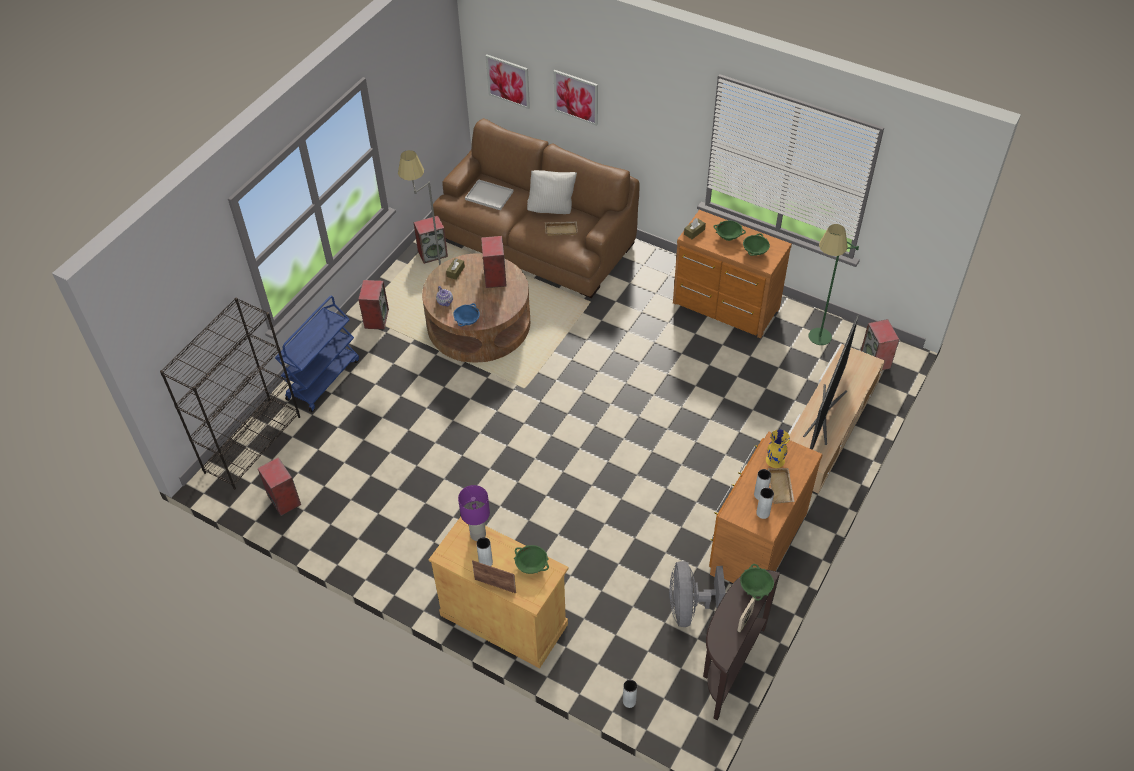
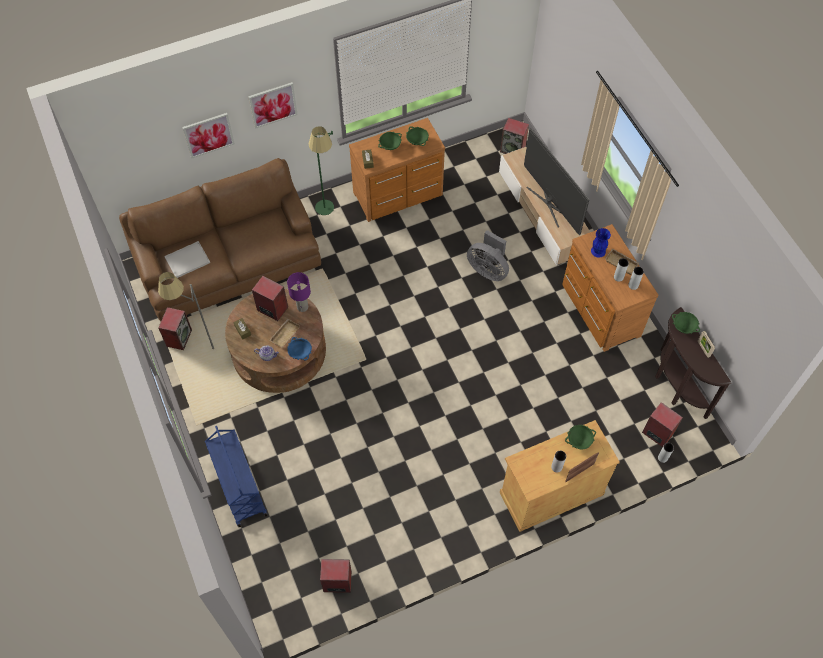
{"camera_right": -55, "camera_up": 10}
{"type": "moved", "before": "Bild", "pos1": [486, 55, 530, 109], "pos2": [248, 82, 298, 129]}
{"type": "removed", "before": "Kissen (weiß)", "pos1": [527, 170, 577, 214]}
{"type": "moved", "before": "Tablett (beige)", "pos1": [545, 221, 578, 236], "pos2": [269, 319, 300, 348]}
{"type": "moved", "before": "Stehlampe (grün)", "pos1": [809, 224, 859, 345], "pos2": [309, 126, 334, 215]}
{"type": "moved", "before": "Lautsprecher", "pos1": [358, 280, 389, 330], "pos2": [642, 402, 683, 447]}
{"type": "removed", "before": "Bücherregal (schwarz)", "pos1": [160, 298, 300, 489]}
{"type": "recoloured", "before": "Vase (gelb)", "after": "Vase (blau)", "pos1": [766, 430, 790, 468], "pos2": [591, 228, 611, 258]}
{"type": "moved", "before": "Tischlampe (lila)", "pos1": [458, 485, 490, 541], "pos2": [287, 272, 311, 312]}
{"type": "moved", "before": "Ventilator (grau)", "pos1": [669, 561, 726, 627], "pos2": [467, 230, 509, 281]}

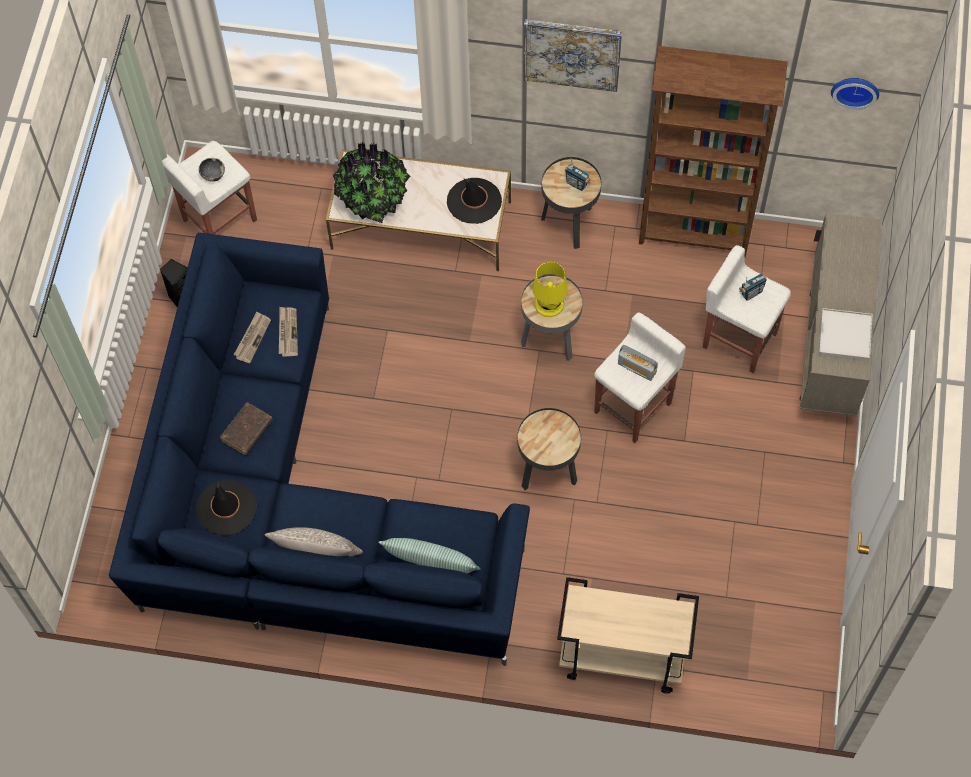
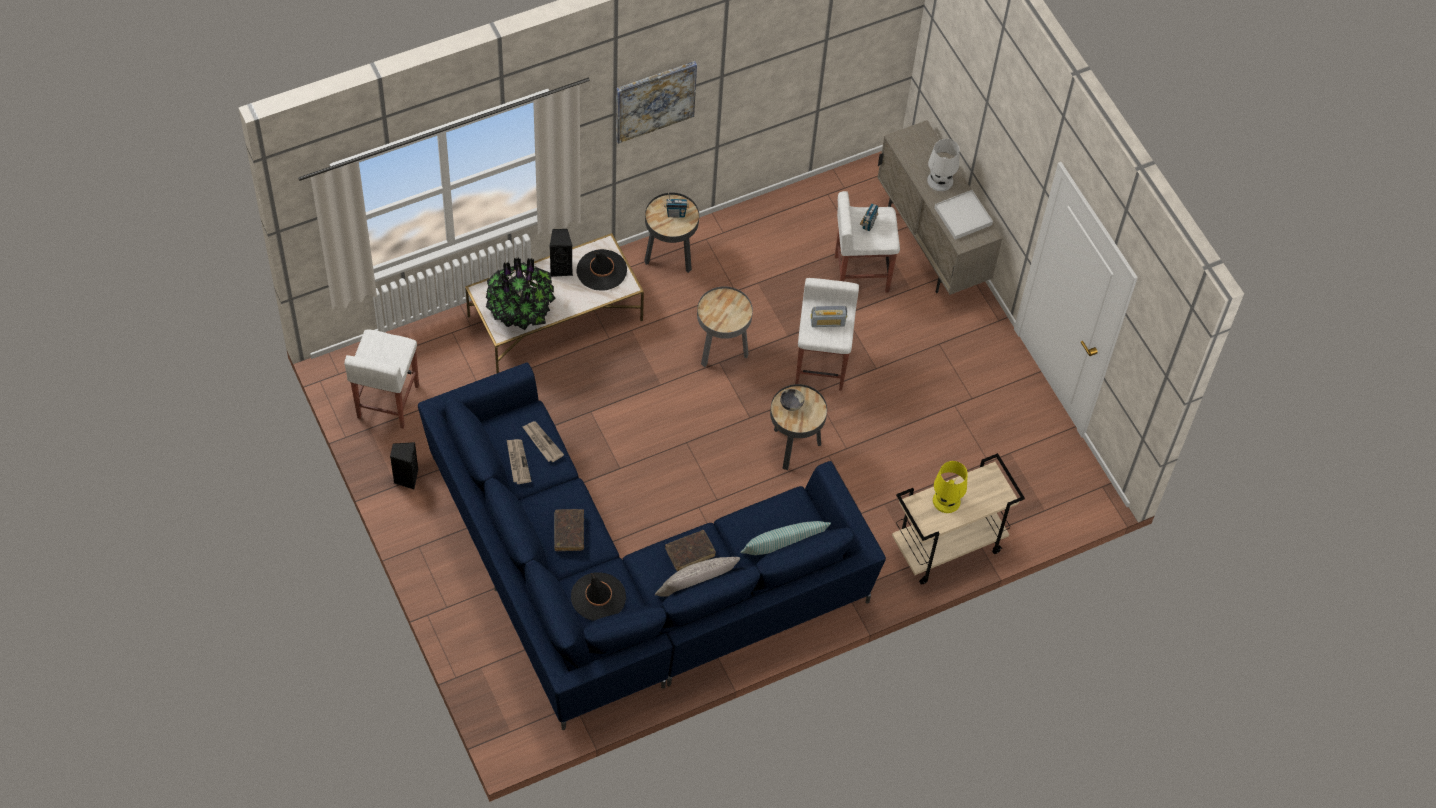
{"camera_right": -40, "camera_up": -5}
{"type": "removed", "before": "Bücherregal (braun)", "pos1": [639, 46, 788, 258]}
{"type": "removed", "before": "Wanduhr", "pos1": [831, 78, 879, 110]}
{"type": "moved", "before": "Schüssel", "pos1": [199, 158, 225, 182], "pos2": [780, 389, 804, 411]}
{"type": "moved", "before": "Tischlampe (gelb)", "pos1": [532, 262, 568, 317], "pos2": [933, 461, 967, 513]}
{"type": "added", "after": "Tischlampe (weiß)", "pos2": [927, 139, 960, 191]}
{"type": "added", "after": "Lautsprecher (schwarz)", "pos2": [549, 229, 573, 277]}
{"type": "added", "after": "Buch (braun)", "pos2": [665, 530, 716, 571]}

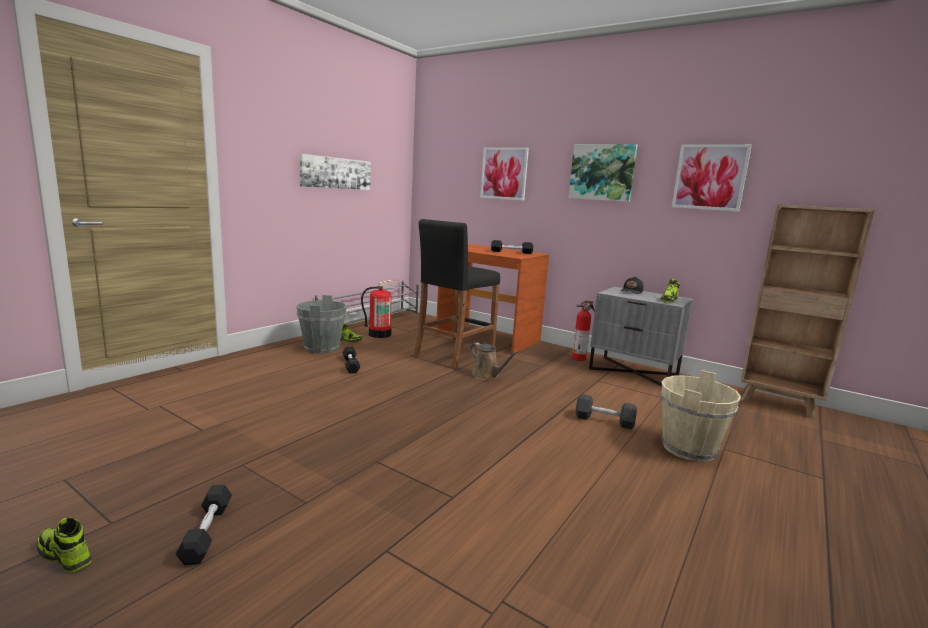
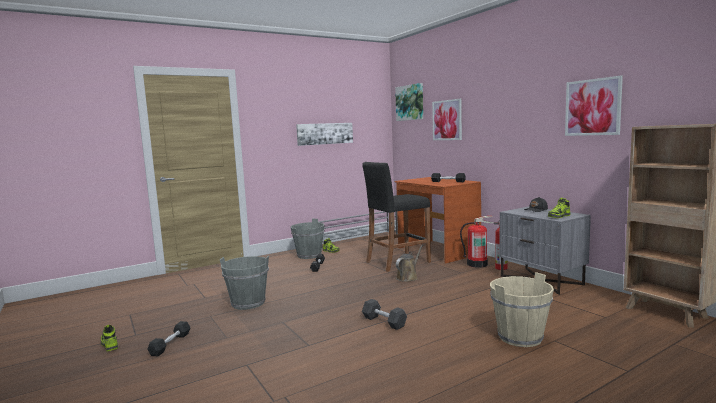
{"camera_right": 25, "camera_up": -5}
{"type": "moved", "before": "Bild", "pos1": [568, 144, 638, 202], "pos2": [395, 83, 423, 121]}
{"type": "moved", "before": "Feuerlöscher", "pos1": [361, 280, 400, 338], "pos2": [460, 216, 494, 268]}
{"type": "turned", "before": "Gießkanne (braun)", "pos1": [470, 343, 519, 380], "pos2": [396, 245, 423, 282], "turn": -120}
{"type": "moved", "before": "Hantel (schwarz)", "pos1": [576, 394, 637, 429], "pos2": [362, 299, 407, 330]}
{"type": "added", "after": "Eimer (grau)", "pos2": [220, 256, 269, 310]}

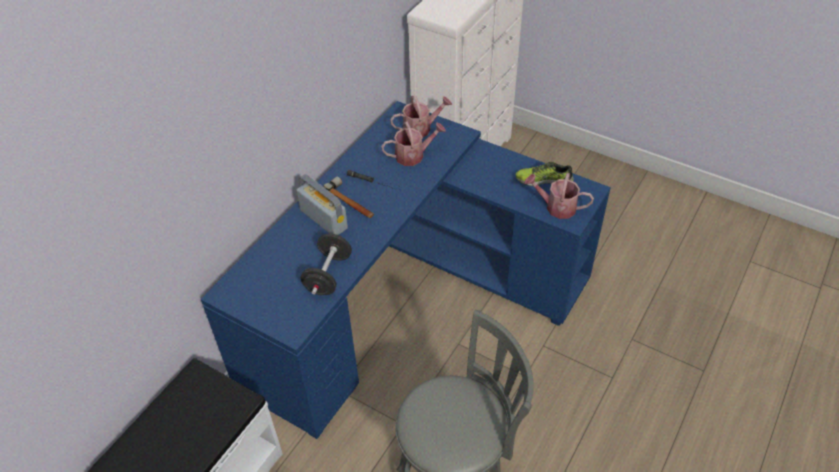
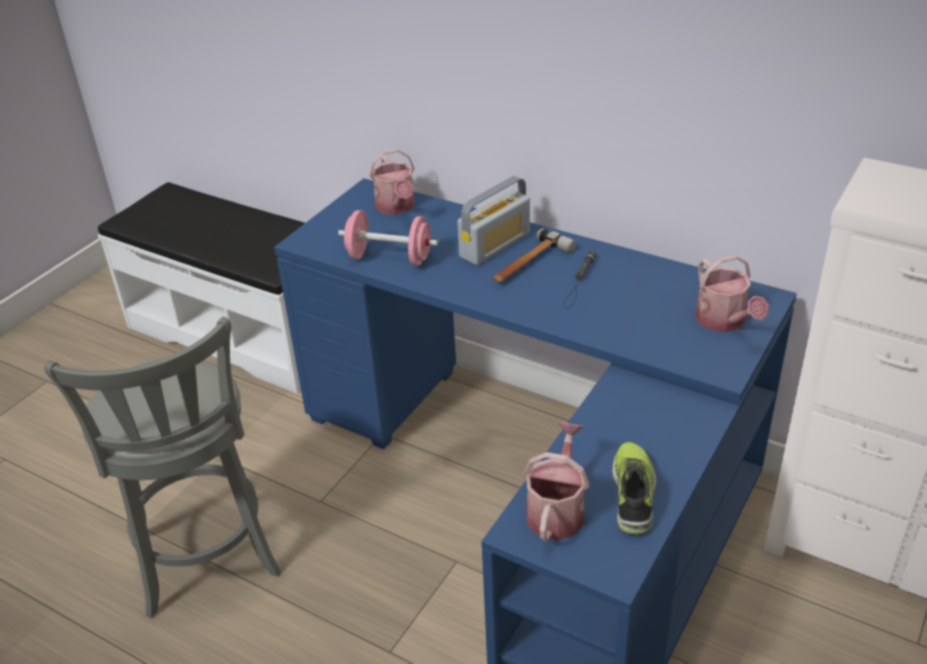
{"camera_right": 90, "camera_up": -10}
{"type": "moved", "before": "Gießkanne", "pos1": [381, 122, 446, 166], "pos2": [369, 149, 415, 215]}
{"type": "recoloured", "before": "Hantel (schwarz)", "after": "Hantel (rosa)", "pos1": [301, 234, 352, 295], "pos2": [338, 210, 438, 266]}

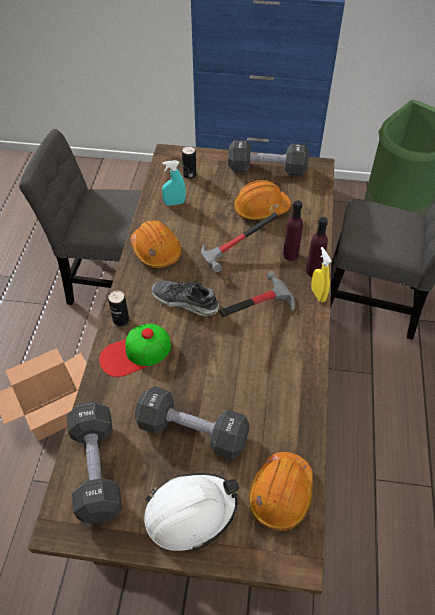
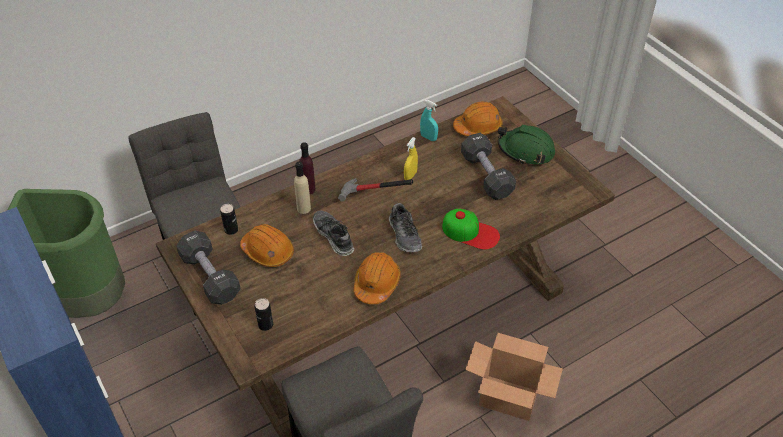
{"camera_right": -130, "camera_up": -5}
{"type": "moved", "before": "Sprühflasche (türkis)", "pos1": [162, 160, 186, 206], "pos2": [420, 100, 438, 141]}
{"type": "recoloured", "before": "Flasche (lila)", "after": "Flasche (beige)", "pos1": [283, 200, 303, 261], "pos2": [294, 161, 311, 214]}
{"type": "replaced", "before": "Hammer", "after": "Schuh", "pos1": [201, 212, 279, 272], "pos2": [313, 210, 354, 256]}
{"type": "moved", "before": "Sprühflasche (gelb)", "pos1": [311, 247, 332, 302], "pos2": [404, 137, 418, 180]}
{"type": "moved", "before": "Dose", "pos1": [108, 291, 129, 326], "pos2": [220, 204, 238, 235]}
{"type": "removed", "before": "Hantel (schwarz)", "pos1": [67, 402, 122, 524]}
{"type": "recoloured", "before": "Schutzhelm (weiß)", "after": "Schutzhelm (grün)", "pos1": [144, 473, 239, 551], "pos2": [498, 125, 555, 164]}

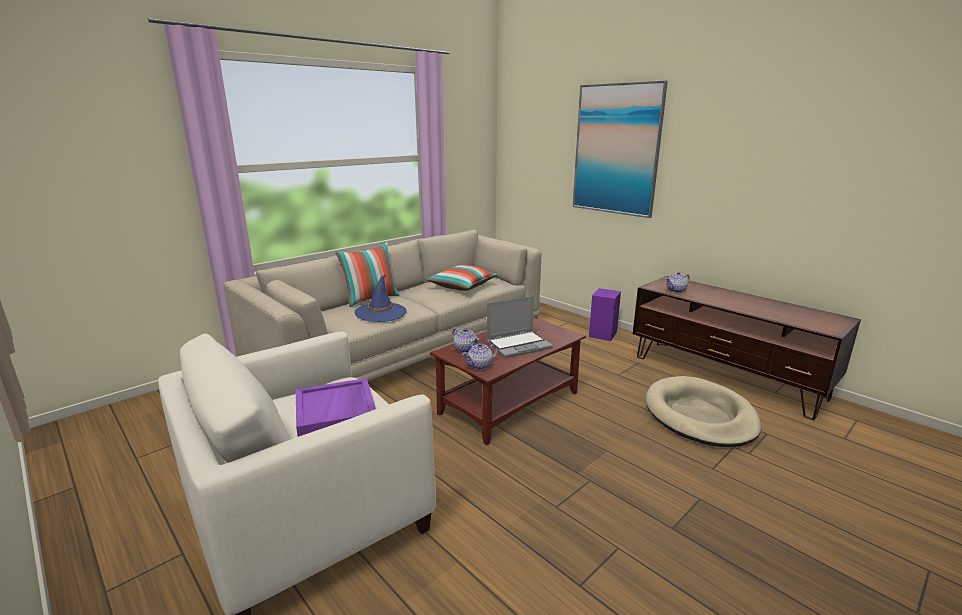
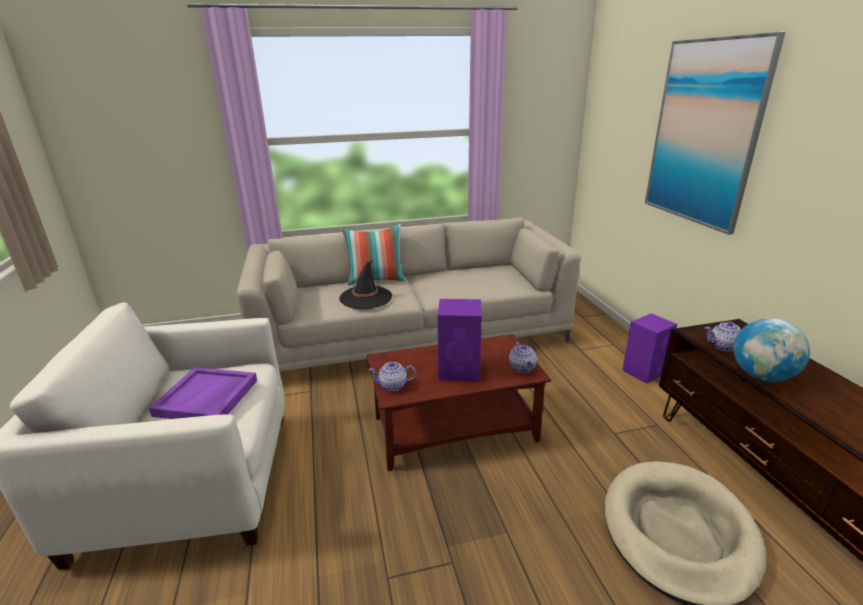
{"camera_right": 30, "camera_up": 5}
{"type": "removed", "before": "Kissen", "pos1": [425, 265, 497, 291]}
{"type": "recoloured", "before": "Hut (blau)", "after": "Hut (schwarz)", "pos1": [354, 274, 407, 322], "pos2": [339, 260, 392, 309]}
{"type": "replaced", "before": "Laptop", "after": "Lautsprecher (lila)", "pos1": [487, 296, 553, 358], "pos2": [438, 299, 482, 382]}
{"type": "moved", "before": "Teekanne", "pos1": [452, 328, 479, 353], "pos2": [509, 341, 537, 373]}
{"type": "added", "after": "Globus", "pos2": [734, 318, 810, 382]}

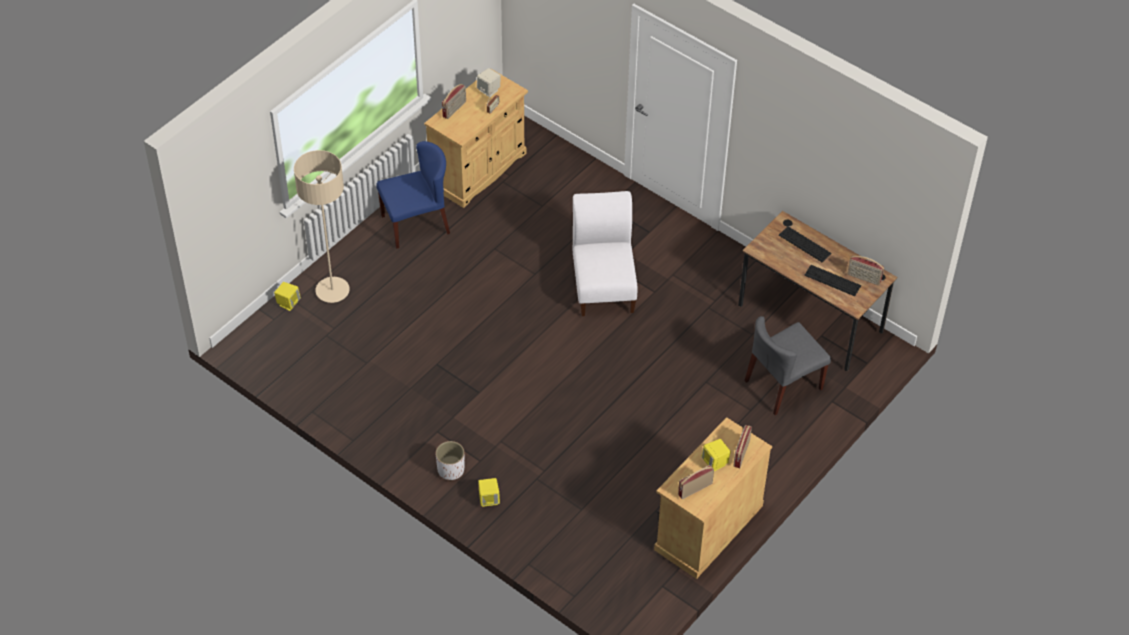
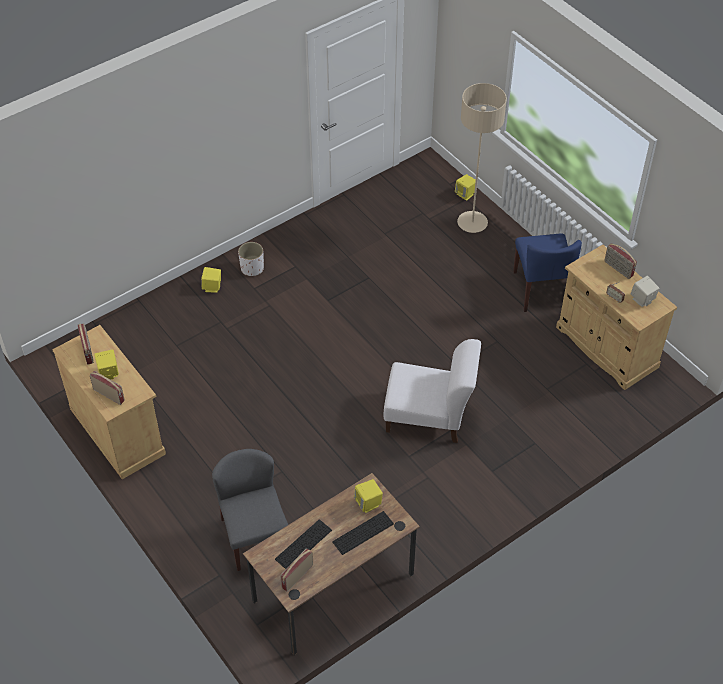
{"camera_right": 105, "camera_up": 0}
{"type": "added", "after": "Lautsprecher (gelb)", "pos2": [354, 479, 383, 513]}

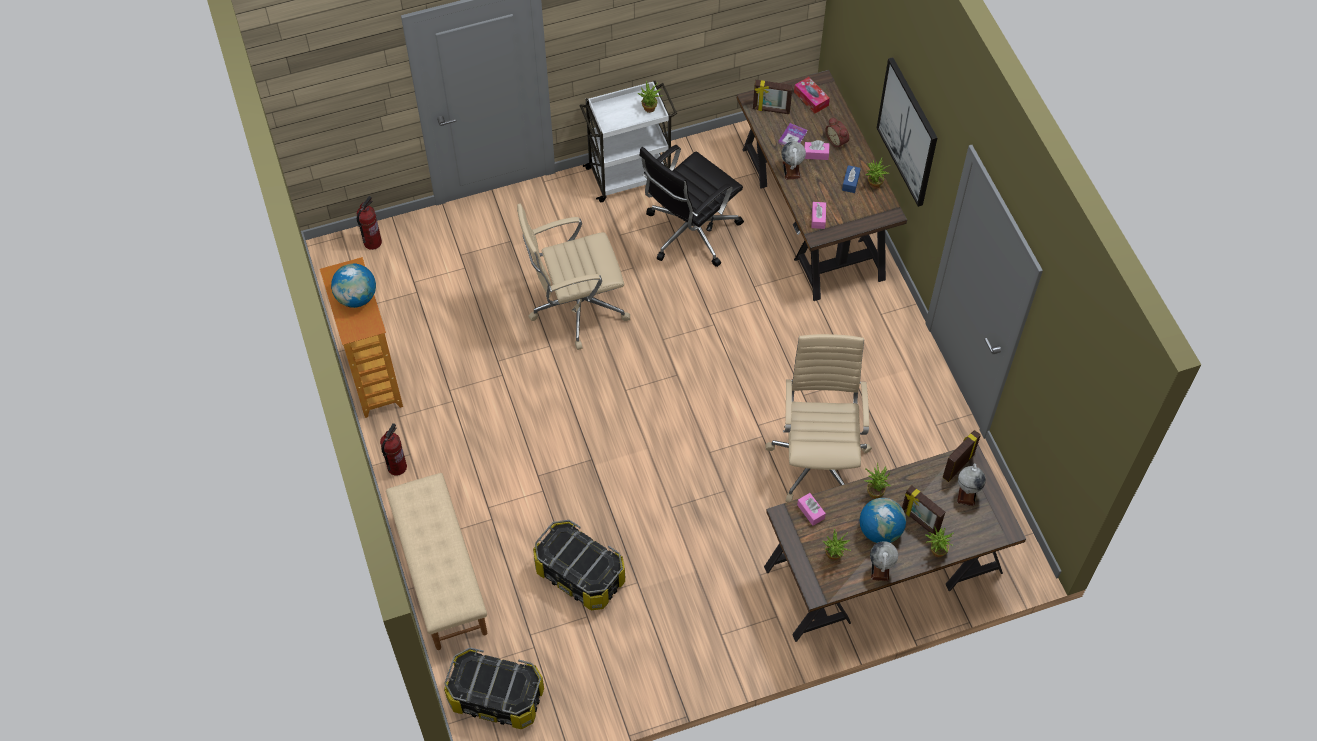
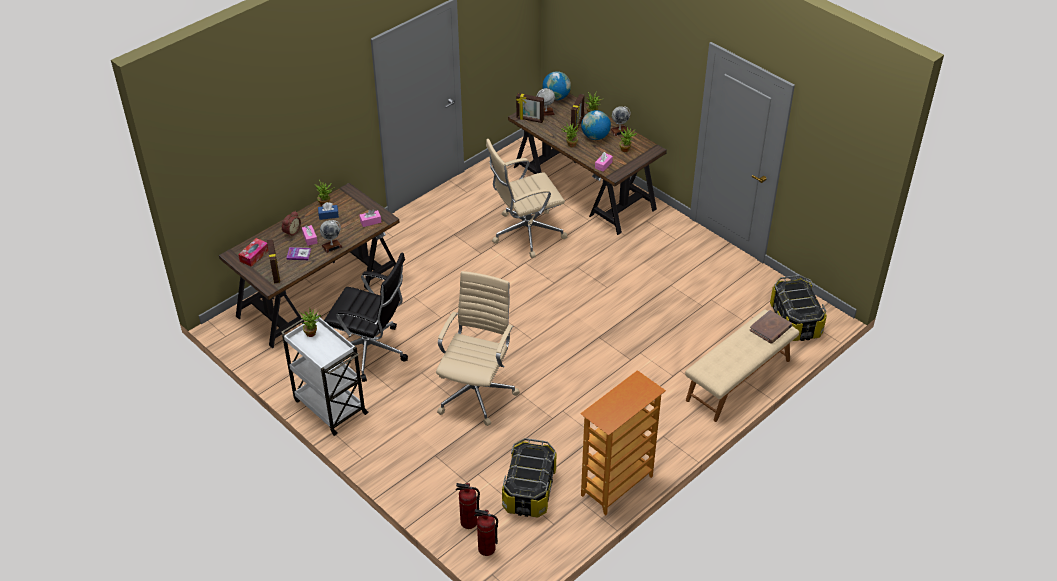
{"camera_right": -115, "camera_up": -15}
{"type": "removed", "before": "Bild", "pos1": [877, 57, 937, 207]}
{"type": "turned", "before": "Bürostuhl (beige)", "pos1": [517, 204, 630, 350], "pos2": [436, 271, 520, 426], "turn": -120}
{"type": "moved", "before": "Globus", "pos1": [331, 264, 376, 308], "pos2": [542, 71, 571, 100]}
{"type": "moved", "before": "Feuerlöscher", "pos1": [380, 423, 407, 476], "pos2": [456, 483, 480, 529]}
{"type": "moved", "before": "Aufbewahrungsbox", "pos1": [533, 520, 625, 610], "pos2": [502, 438, 557, 518]}
{"type": "added", "after": "Buch (braun)", "pos2": [750, 310, 792, 344]}

